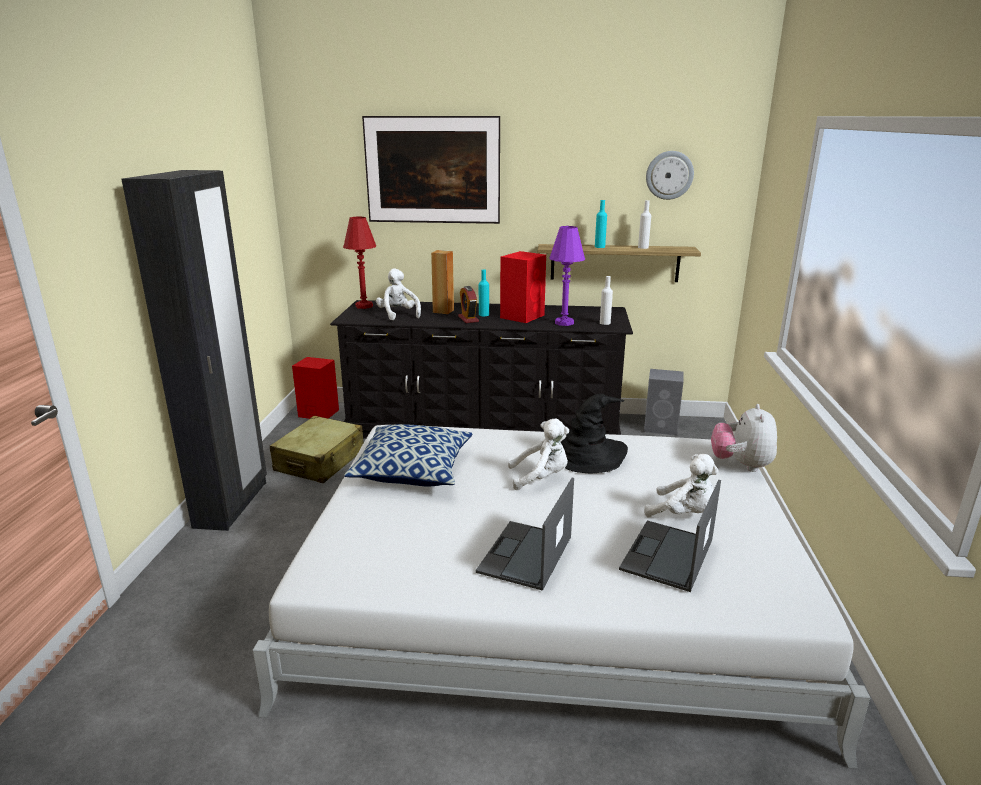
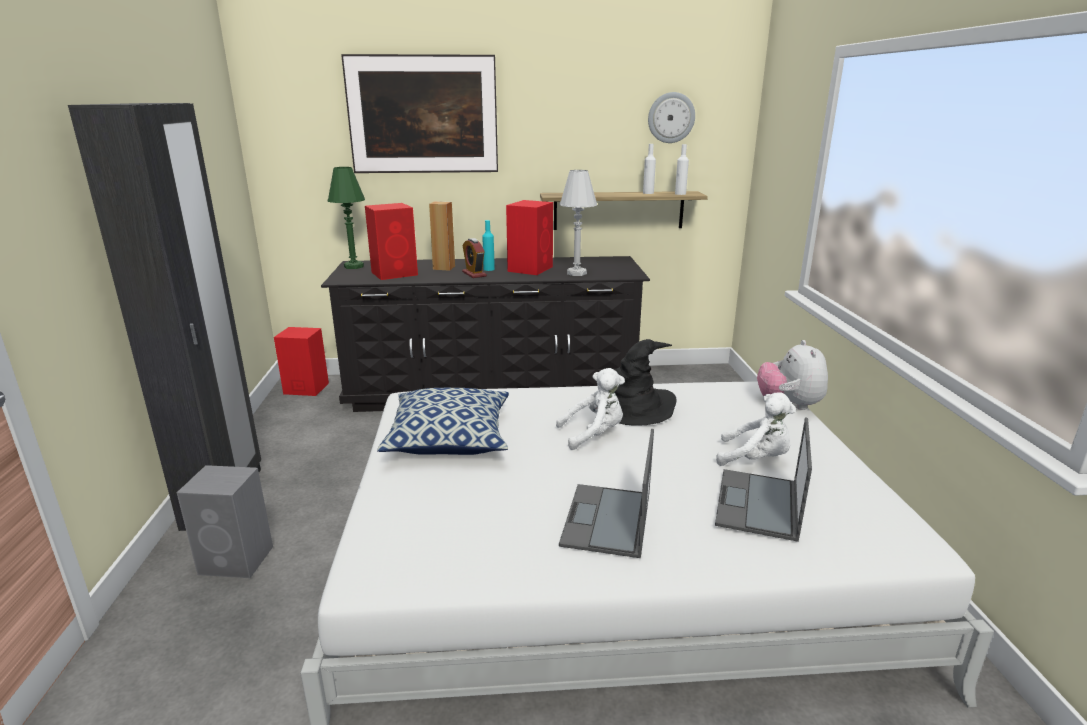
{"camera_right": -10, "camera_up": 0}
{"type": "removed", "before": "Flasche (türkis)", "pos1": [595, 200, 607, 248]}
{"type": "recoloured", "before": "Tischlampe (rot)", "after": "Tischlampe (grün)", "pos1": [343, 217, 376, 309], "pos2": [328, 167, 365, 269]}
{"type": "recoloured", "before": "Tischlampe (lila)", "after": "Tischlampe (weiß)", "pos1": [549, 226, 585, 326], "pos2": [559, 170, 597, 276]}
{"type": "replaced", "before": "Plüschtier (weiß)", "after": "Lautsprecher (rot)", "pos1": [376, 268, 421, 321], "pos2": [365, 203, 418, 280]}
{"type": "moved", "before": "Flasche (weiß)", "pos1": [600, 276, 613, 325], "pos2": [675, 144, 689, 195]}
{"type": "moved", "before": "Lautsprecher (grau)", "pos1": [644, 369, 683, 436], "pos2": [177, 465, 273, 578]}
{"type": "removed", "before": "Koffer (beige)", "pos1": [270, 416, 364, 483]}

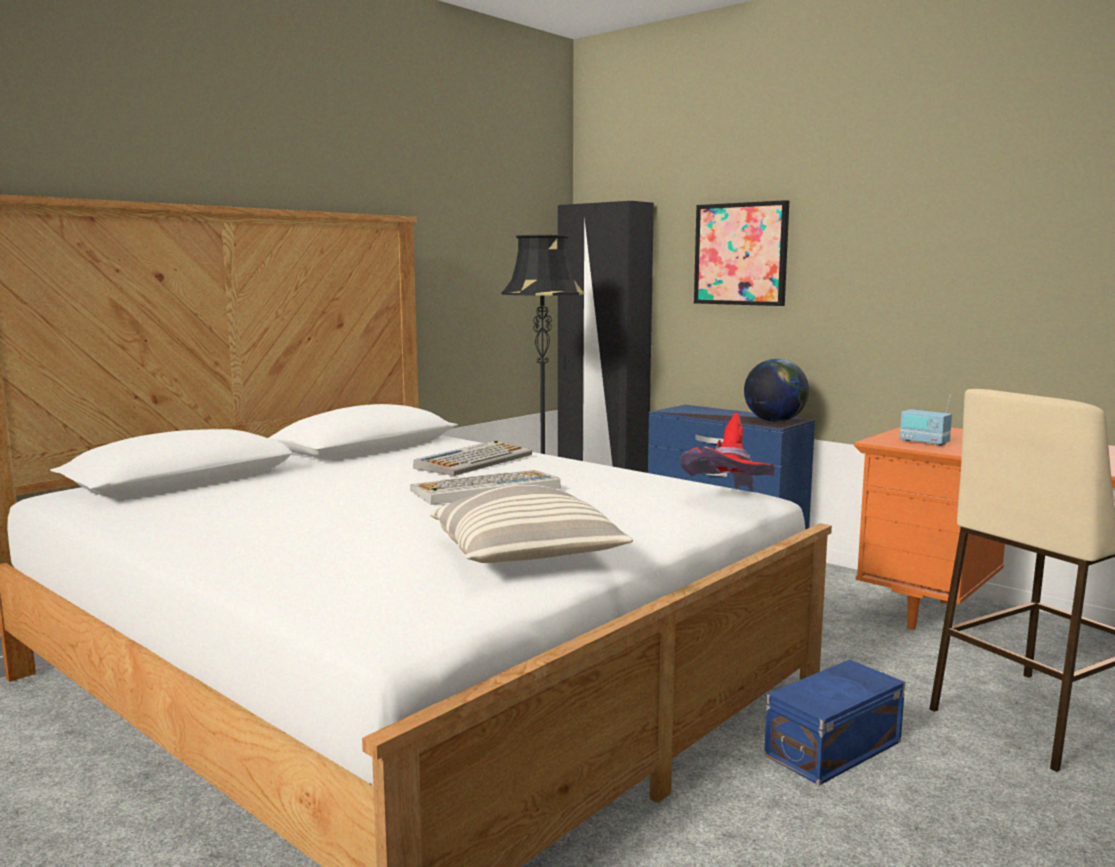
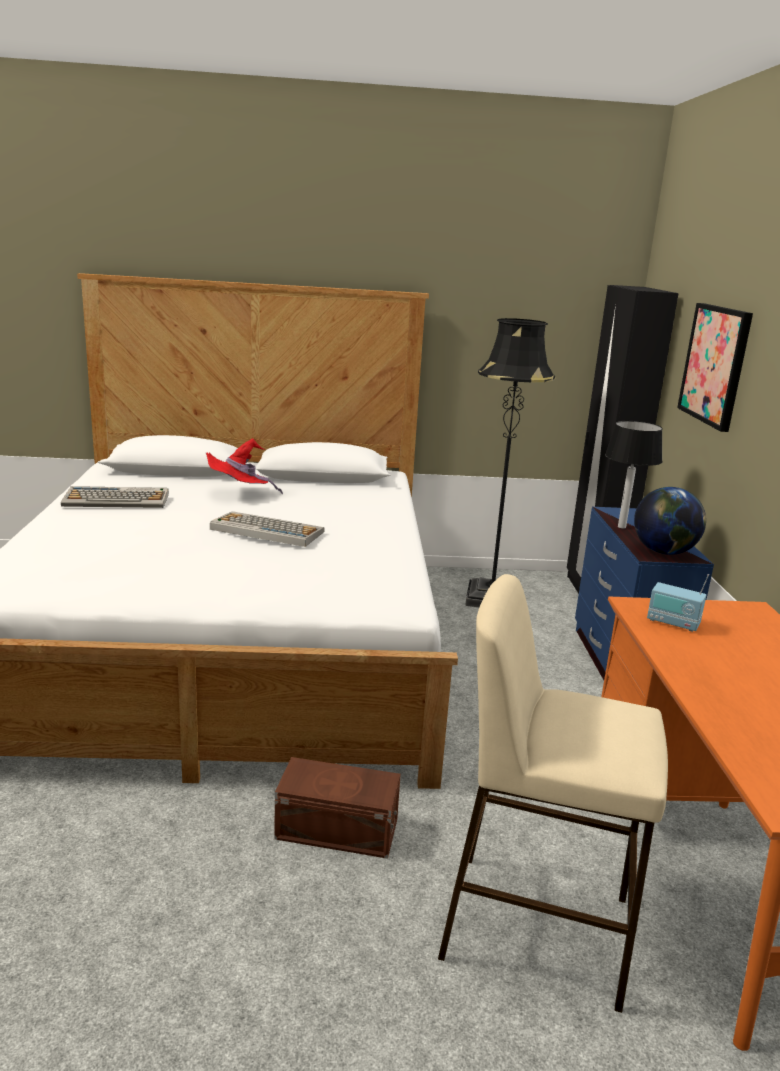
{"camera_right": 45, "camera_up": 10}
{"type": "turned", "before": "Radio", "pos1": [900, 394, 952, 446], "pos2": [647, 574, 709, 632], "turn": -60}
{"type": "moved", "before": "Hut (rot)", "pos1": [680, 413, 775, 489], "pos2": [206, 439, 283, 494]}
{"type": "moved", "before": "Tastatur", "pos1": [413, 441, 532, 476], "pos2": [61, 486, 169, 508]}
{"type": "removed", "before": "Kissen", "pos1": [430, 485, 633, 563]}
{"type": "recoloured", "before": "Aufbewahrungsbox (blau)", "after": "Aufbewahrungsbox (braun)", "pos1": [764, 659, 905, 785], "pos2": [274, 757, 401, 859]}
{"type": "added", "after": "Tischlampe", "pos2": [605, 421, 663, 529]}

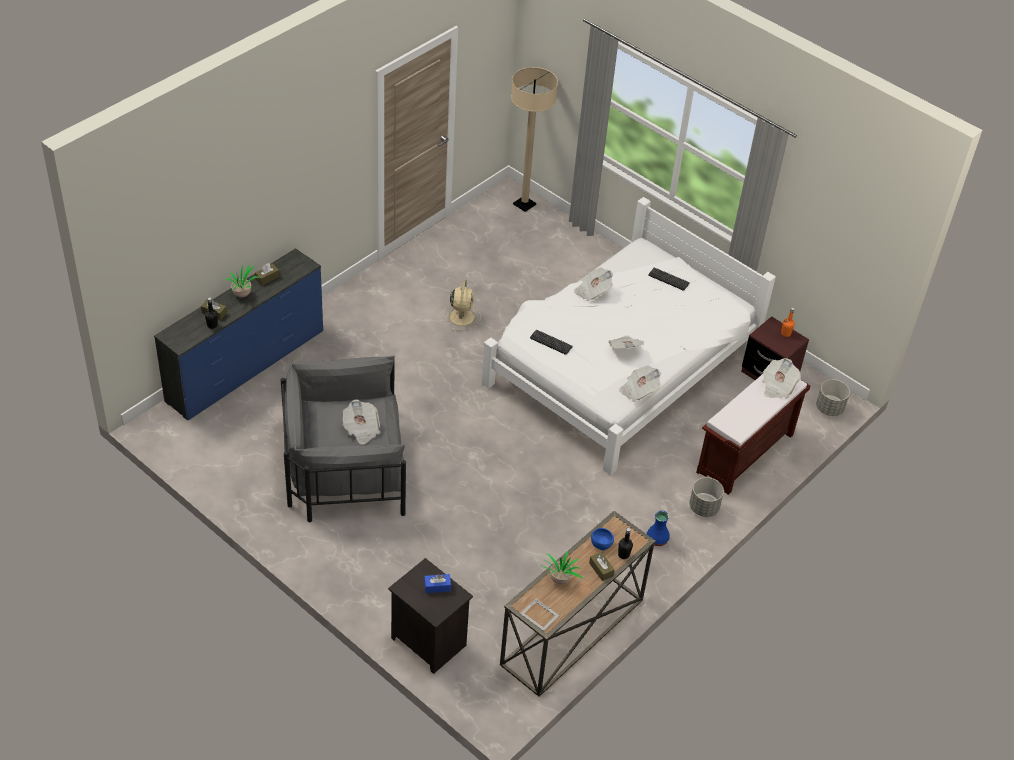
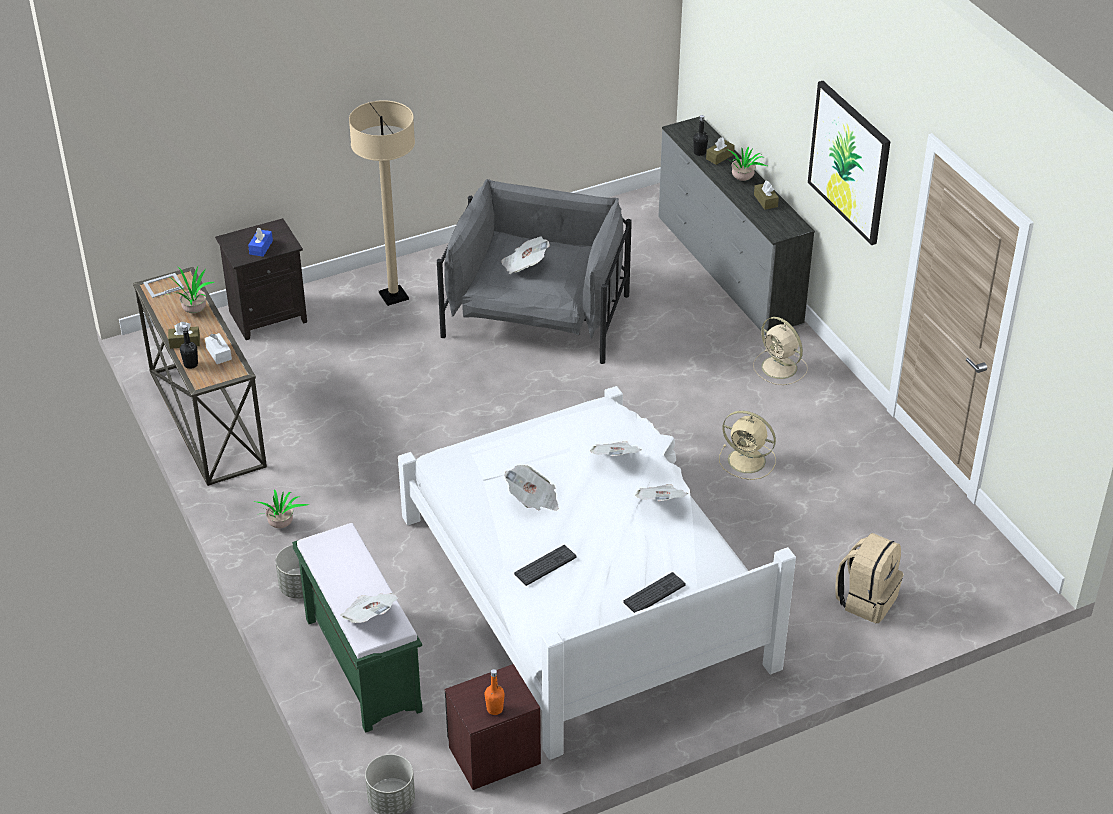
{"camera_right": 115, "camera_up": -5}
{"type": "moved", "before": "Stehlampe (beige)", "pos1": [511, 67, 558, 212], "pos2": [349, 100, 415, 306]}
{"type": "recoloured", "before": "Kommode (blau)", "after": "Kommode (grau)", "pos1": [154, 248, 323, 420], "pos2": [659, 116, 815, 335]}
{"type": "moved", "before": "Tastatur", "pos1": [530, 330, 573, 355], "pos2": [514, 545, 576, 586]}
{"type": "moved", "before": "Zeitung", "pos1": [619, 365, 661, 402], "pos2": [590, 441, 642, 456]}
{"type": "recoloured", "before": "Bank (braun)", "after": "Bank (grün)", "pos1": [696, 374, 810, 495], "pos2": [292, 523, 423, 733]}
{"type": "replaced", "before": "Vase (blau)", "after": "Topfpflanze", "pos1": [647, 511, 670, 546], "pos2": [254, 489, 309, 528]}
{"type": "replaced", "before": "Schüssel (blau)", "after": "Taschentuchbox (weiß)", "pos1": [591, 528, 614, 551], "pos2": [205, 333, 232, 364]}
{"type": "added", "after": "Bild", "pos2": [808, 81, 891, 245]}
{"type": "added", "after": "Ventilator (beige)", "pos2": [753, 317, 808, 385]}
{"type": "added", "after": "Rucksack (beige)", "pos2": [835, 533, 903, 623]}

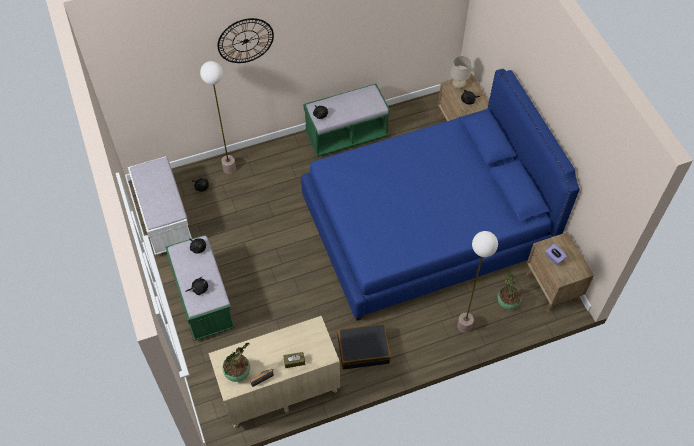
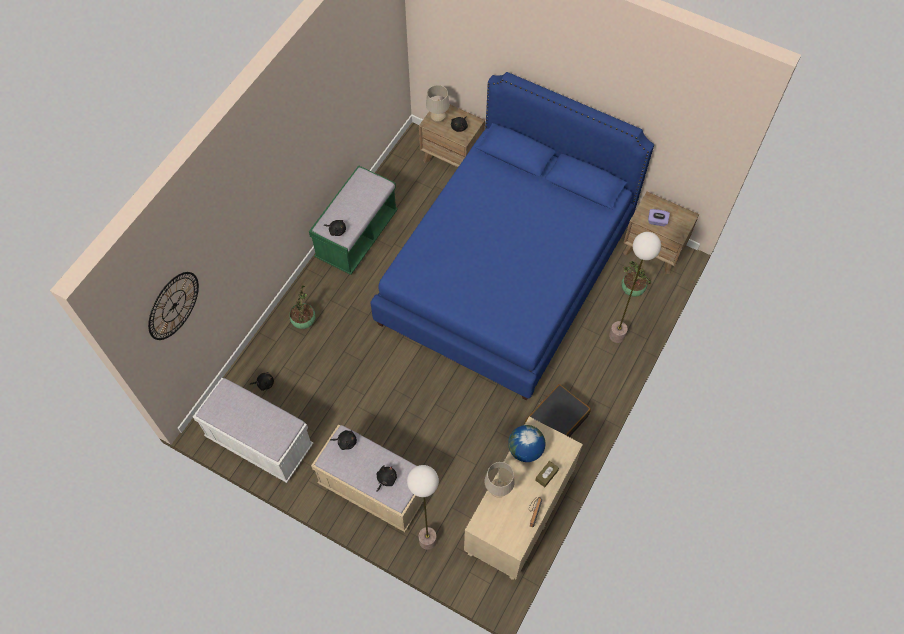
{"camera_right": -40, "camera_up": 5}
{"type": "moved", "before": "Wanduhr", "pos1": [217, 18, 274, 63], "pos2": [148, 272, 199, 340]}
{"type": "moved", "before": "Stehlampe", "pos1": [200, 61, 236, 174], "pos2": [407, 465, 439, 550]}
{"type": "recoloured", "before": "Bank (grün)", "after": "Bank (beige)", "pos1": [165, 235, 235, 341], "pos2": [311, 424, 426, 532]}
{"type": "moved", "before": "Topfpflanze", "pos1": [222, 342, 250, 382], "pos2": [289, 286, 315, 329]}
{"type": "added", "after": "Globus", "pos2": [508, 425, 545, 462]}
{"type": "added", "after": "Tischlampe (beige)", "pos2": [485, 462, 515, 498]}

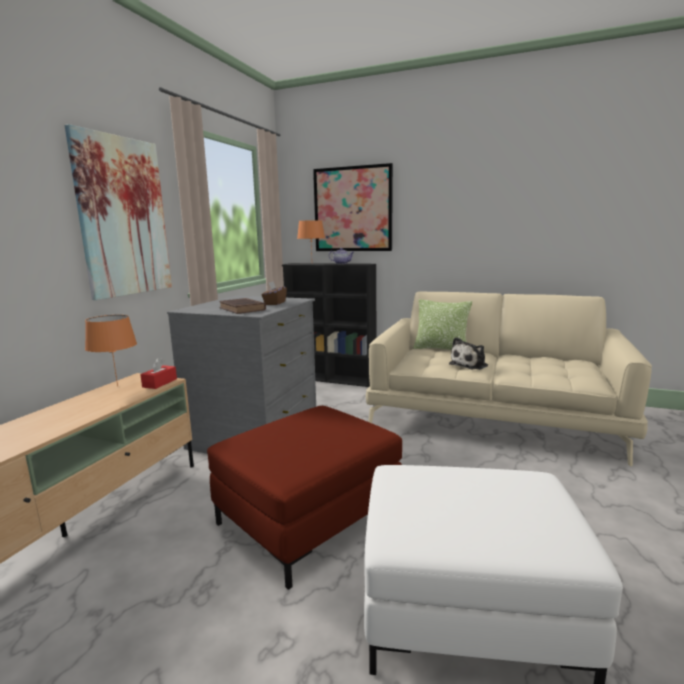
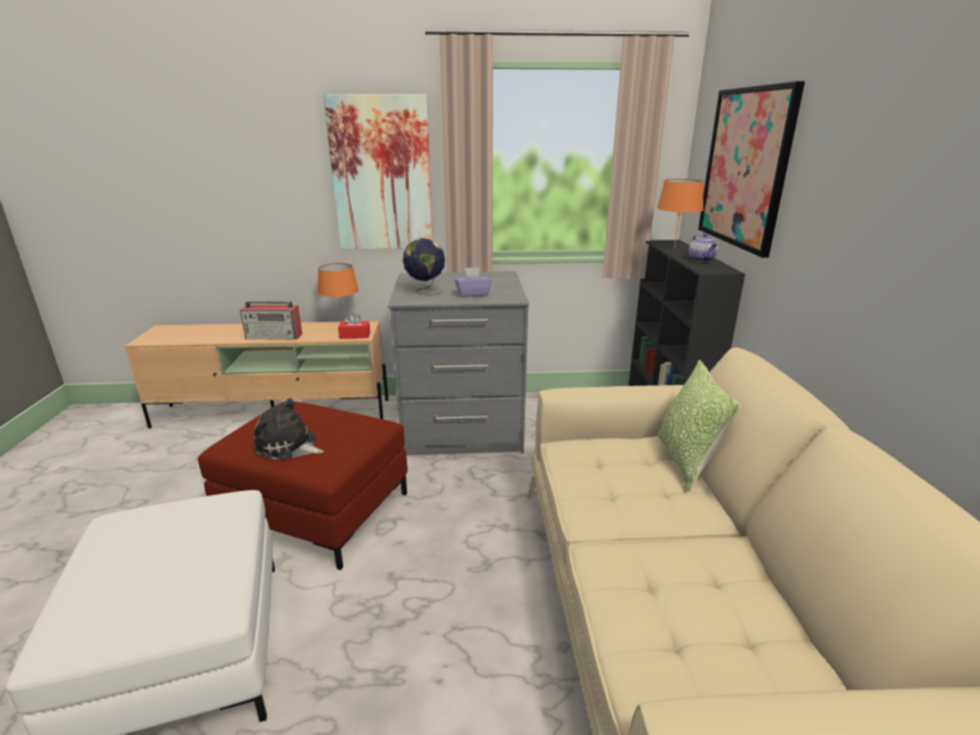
{"camera_right": 65, "camera_up": 10}
{"type": "recoloured", "before": "Taschentuchbox (braun)", "after": "Taschentuchbox (lila)", "pos1": [261, 281, 287, 305], "pos2": [455, 267, 492, 297]}
{"type": "replaced", "before": "Buch (braun)", "after": "Globus", "pos1": [219, 298, 266, 314], "pos2": [403, 238, 445, 295]}
{"type": "moved", "before": "Plüschtier", "pos1": [449, 337, 488, 370], "pos2": [254, 398, 324, 460]}
{"type": "added", "after": "Radio", "pos2": [240, 301, 302, 340]}

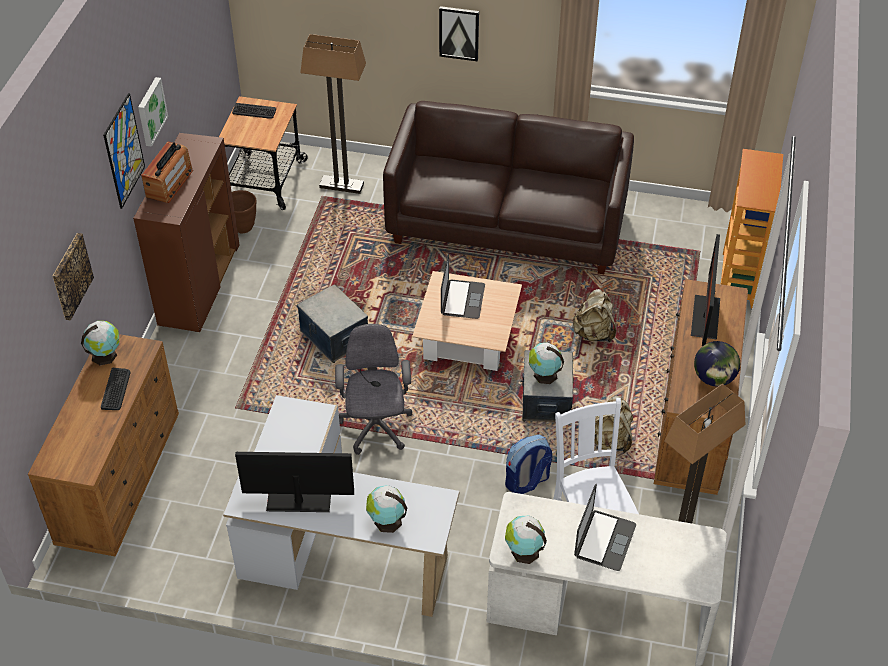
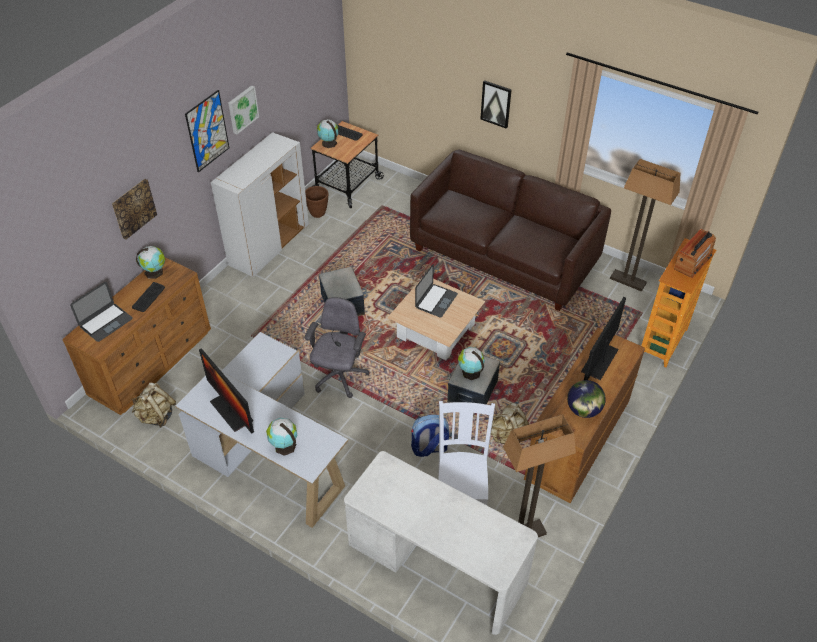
{"camera_right": 20, "camera_up": 0}
{"type": "moved", "before": "Stehlampe", "pos1": [300, 34, 366, 194], "pos2": [610, 159, 680, 292]}
{"type": "recoloured", "before": "Schrank (braun)", "after": "Schrank (weiß)", "pos1": [133, 133, 240, 332], "pos2": [211, 132, 309, 277]}
{"type": "moved", "before": "Radio", "pos1": [141, 141, 193, 203], "pos2": [674, 229, 716, 278]}
{"type": "moved", "before": "Rucksack (beige)", "pos1": [572, 289, 616, 342], "pos2": [132, 383, 176, 428]}
{"type": "turned", "before": "Monitor", "pos1": [235, 452, 354, 512], "pos2": [199, 348, 254, 434], "turn": -150}
{"type": "moved", "before": "Laptop", "pos1": [574, 484, 636, 571], "pos2": [70, 282, 133, 342]}
{"type": "moved", "before": "Globus", "pos1": [505, 516, 547, 564], "pos2": [317, 119, 338, 148]}

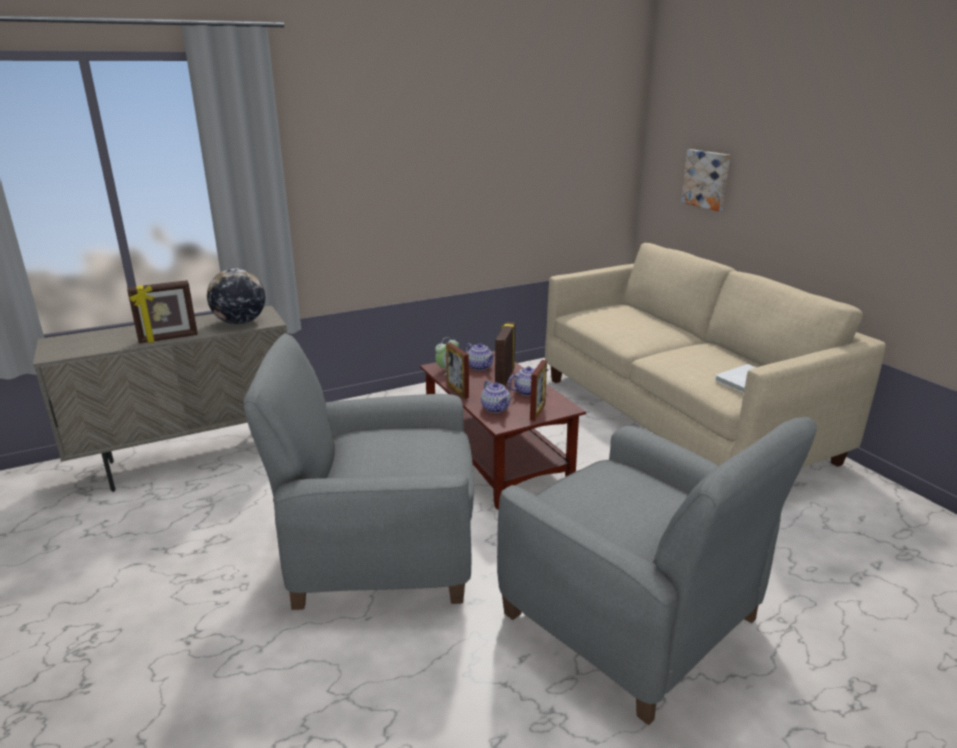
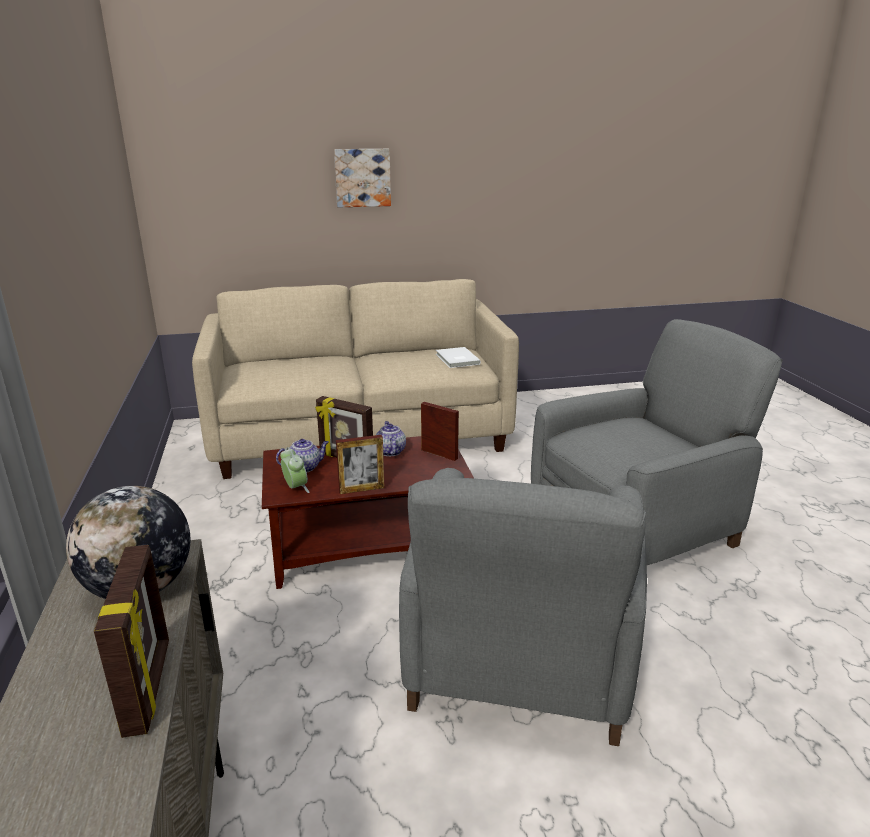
{"camera_right": -75, "camera_up": 0}
{"type": "moved", "before": "Bild", "pos1": [681, 149, 730, 211], "pos2": [334, 149, 391, 207]}
{"type": "removed", "before": "Teekanne", "pos1": [481, 380, 510, 413]}

